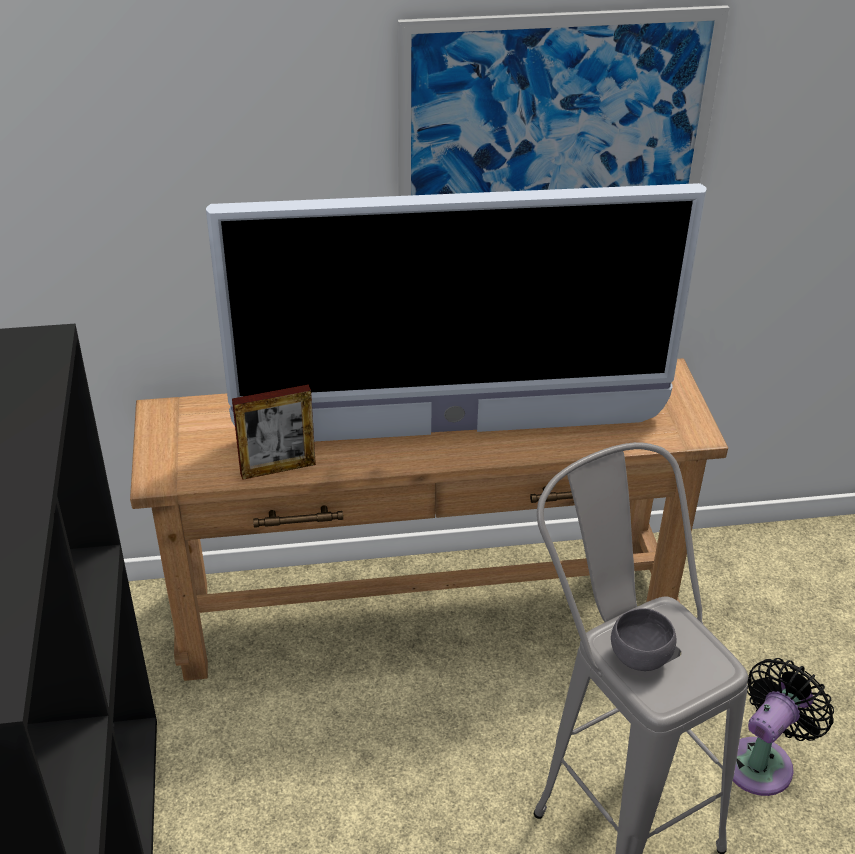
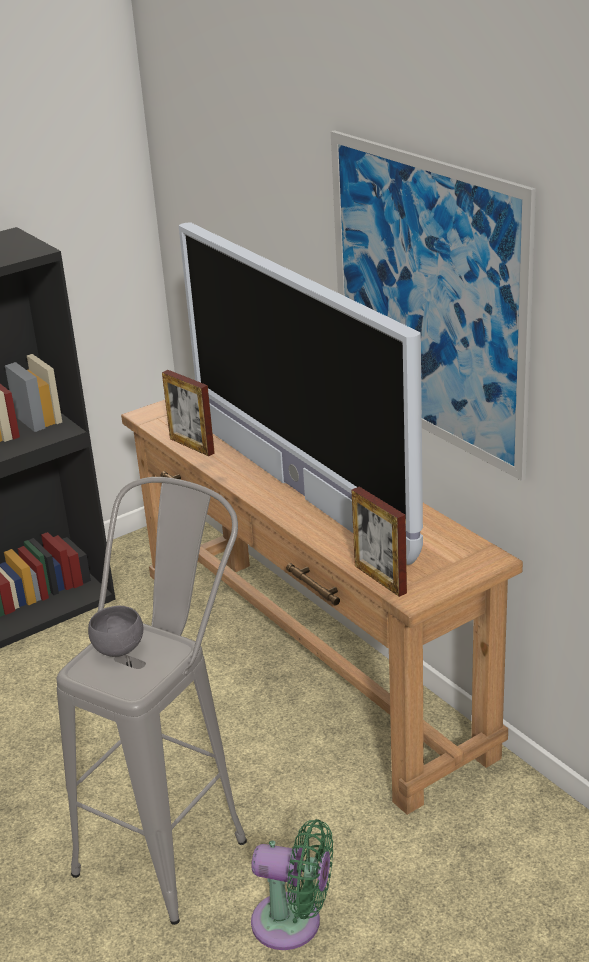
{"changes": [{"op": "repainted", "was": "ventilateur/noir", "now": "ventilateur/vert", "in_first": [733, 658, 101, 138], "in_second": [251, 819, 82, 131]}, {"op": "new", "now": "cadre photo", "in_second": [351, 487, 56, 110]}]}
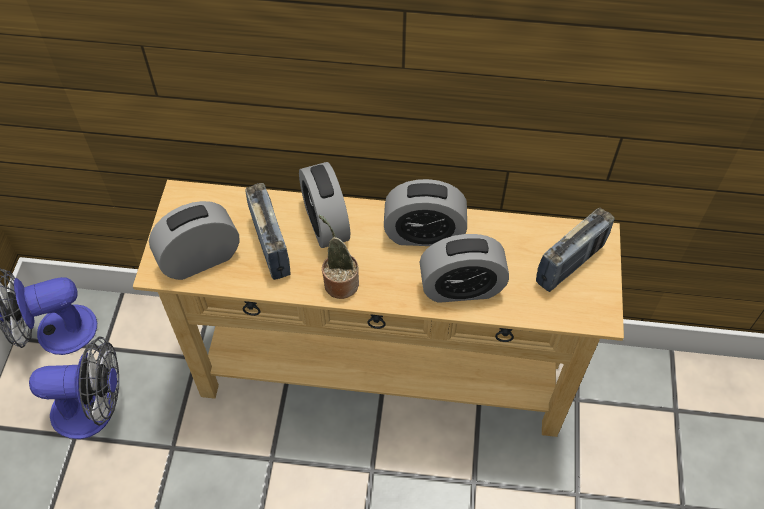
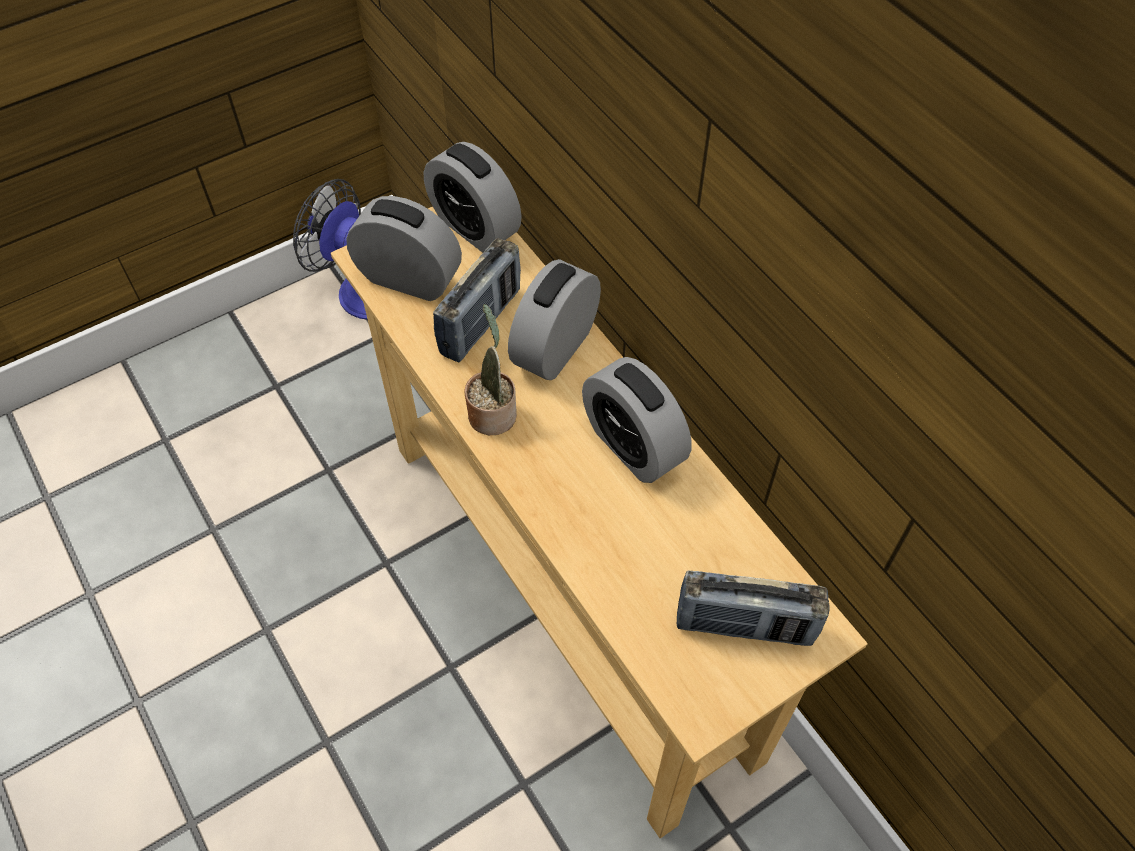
{"changes": [{"op": "gone", "was": "ventilateur", "in_first": [29, 337, 90, 102]}, {"op": "shifted", "was": "réveil", "in_first": [419, 234, 90, 69], "in_second": [424, 142, 98, 111]}]}
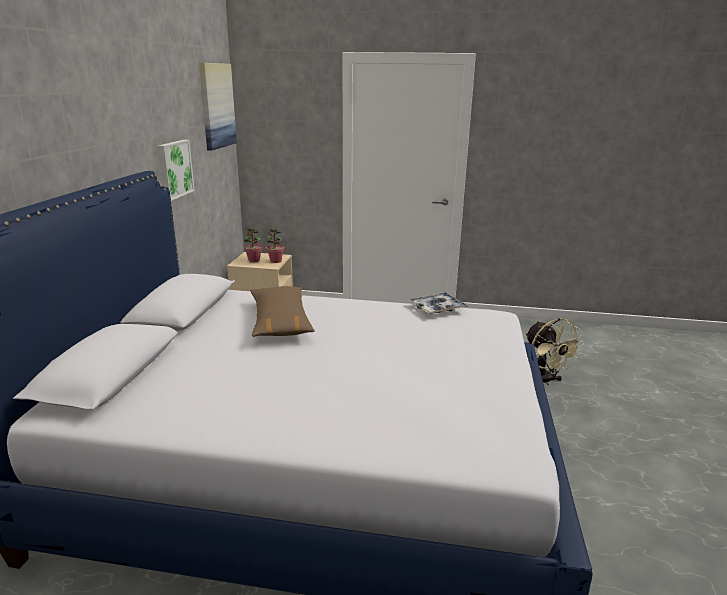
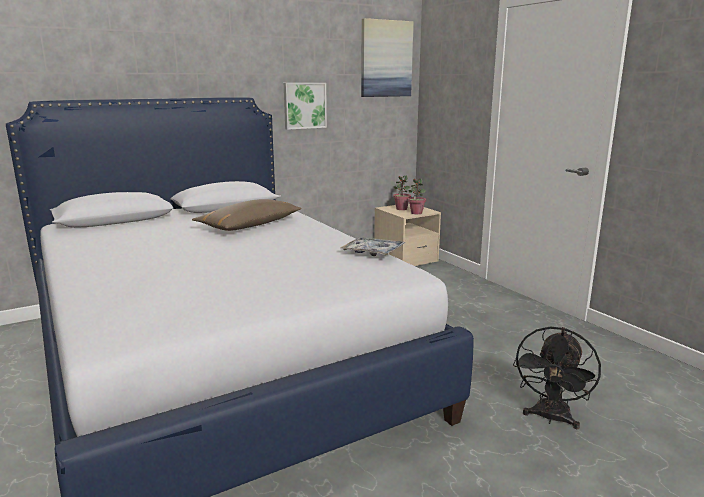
{"changes": [{"op": "repainted", "was": "ventilateur/beige", "now": "ventilateur/noir", "in_first": [525, 318, 59, 67], "in_second": [513, 327, 88, 102]}]}
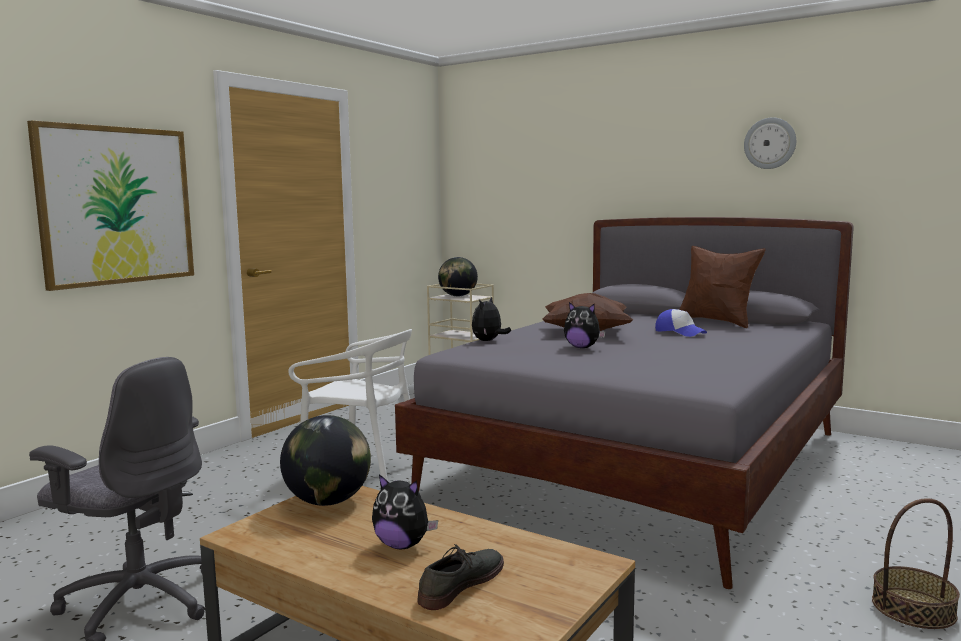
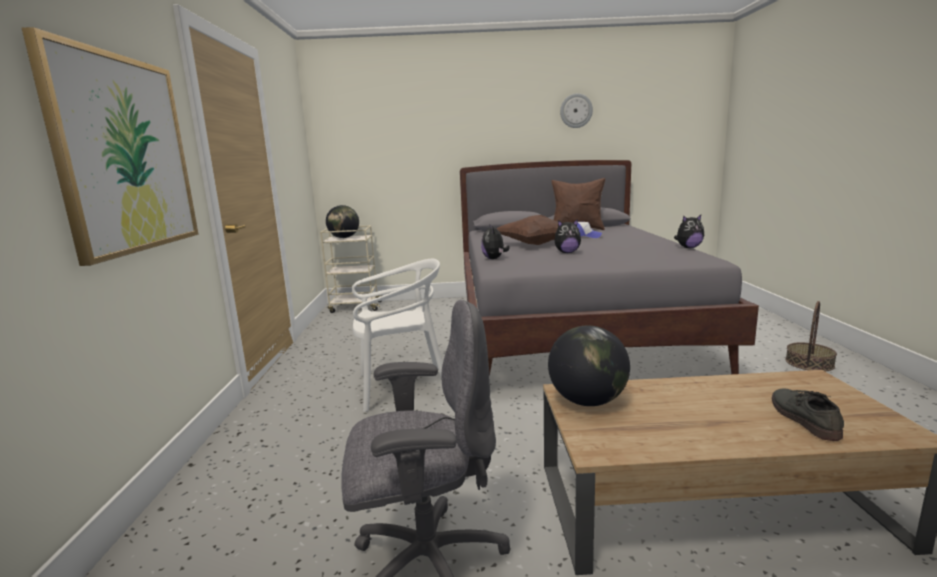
{"changes": [{"op": "shifted", "was": "peluche", "in_first": [372, 474, 66, 75], "in_second": [674, 215, 30, 33]}]}
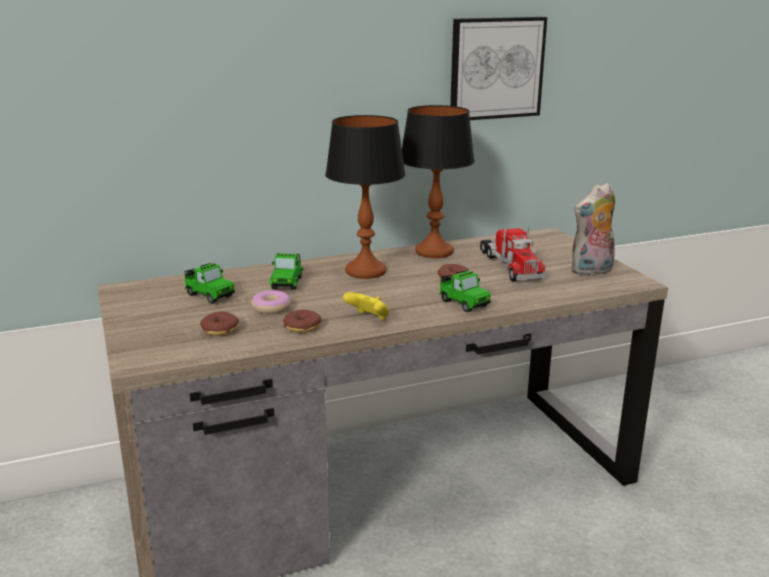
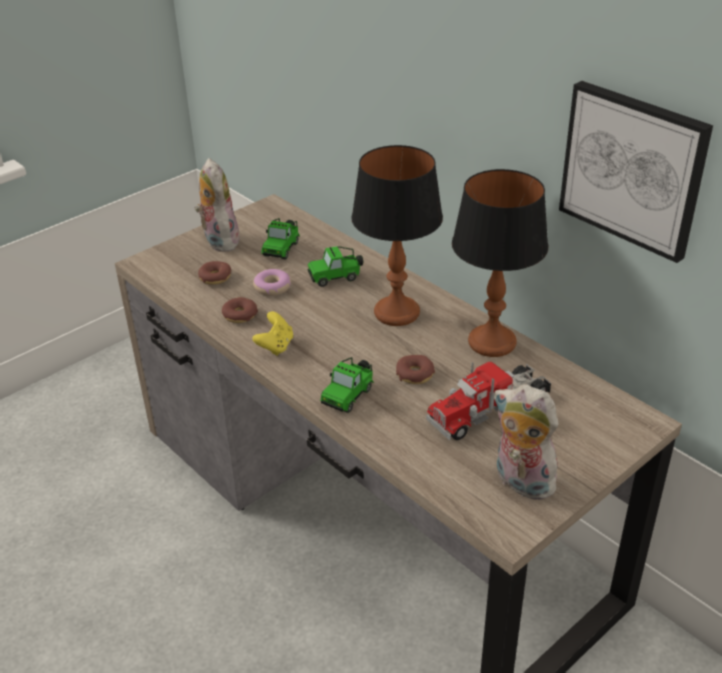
{"changes": [{"op": "new", "now": "peluche", "in_second": [194, 158, 46, 94]}]}
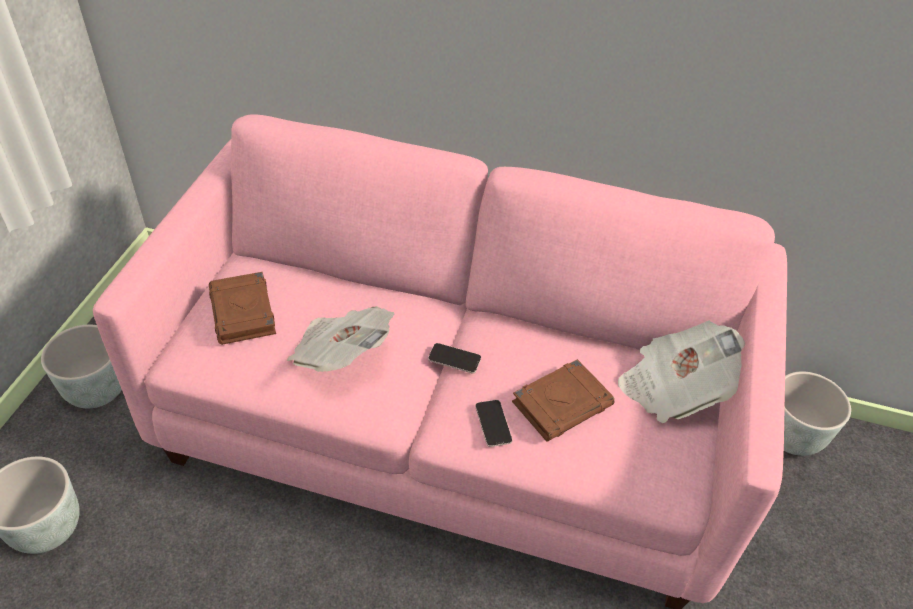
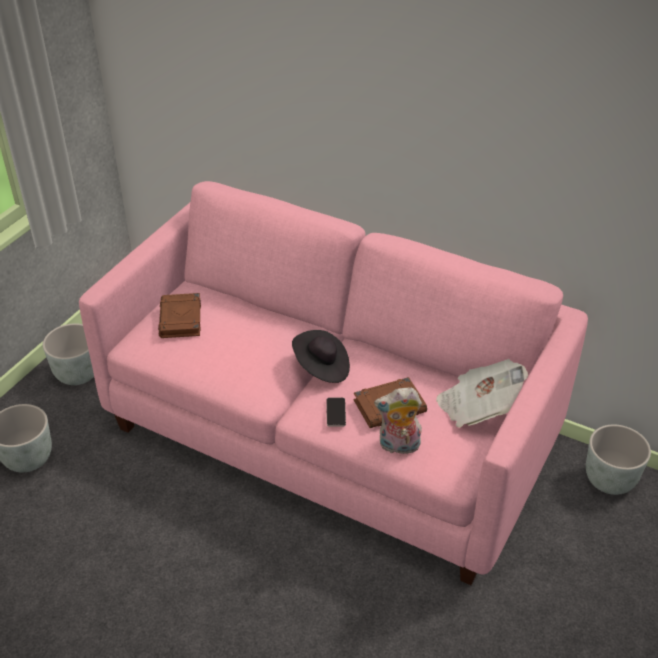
{"changes": [{"op": "gone", "was": "journal", "in_first": [287, 306, 108, 66]}, {"op": "swapped", "was": "téléphone", "now": "chapeau/noir", "in_first": [428, 343, 53, 30], "in_second": [292, 330, 58, 53]}, {"op": "new", "now": "peluche", "in_second": [374, 388, 48, 66]}]}
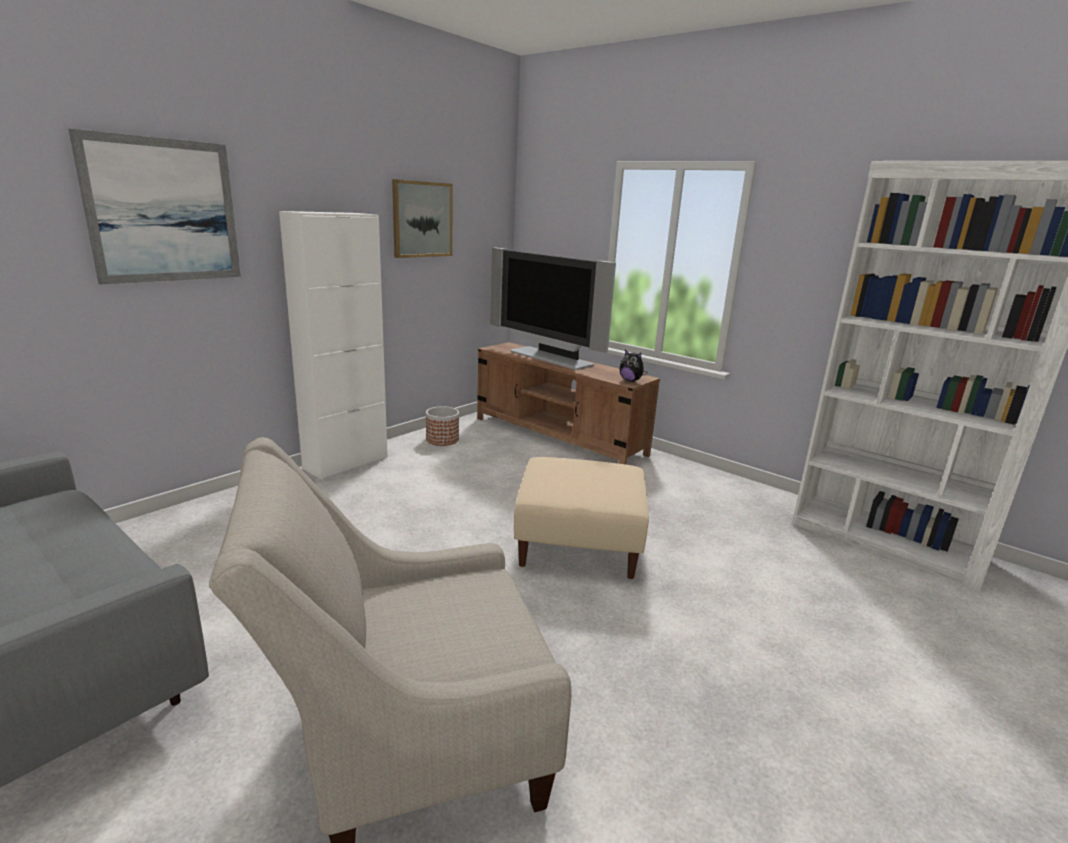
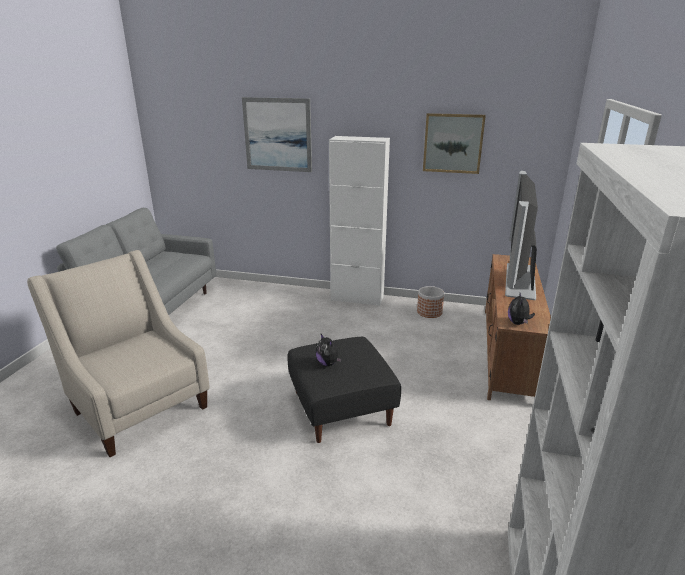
{"changes": [{"op": "repainted", "was": "pouf/beige", "now": "pouf/noir", "in_first": [514, 457, 135, 122], "in_second": [288, 337, 113, 106]}, {"op": "new", "now": "peluche", "in_second": [316, 334, 26, 32]}]}
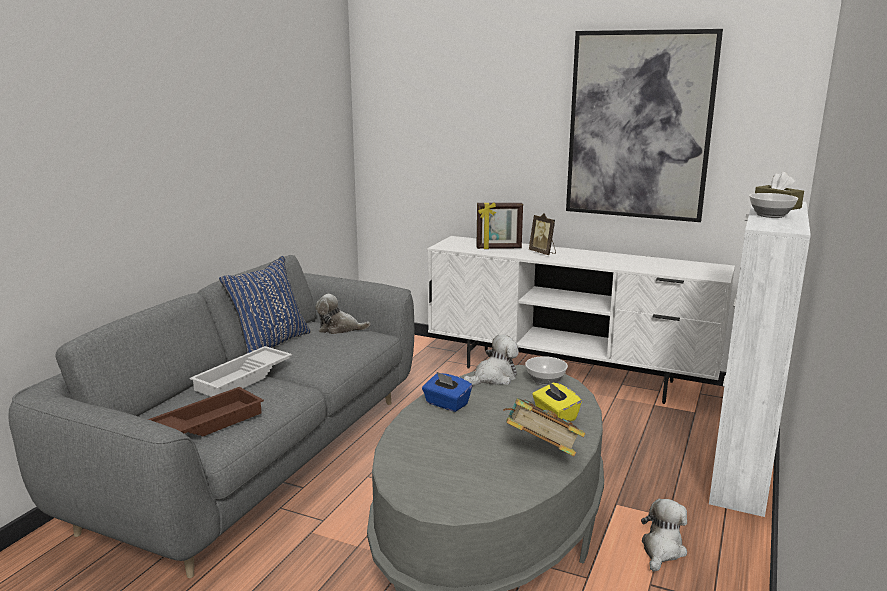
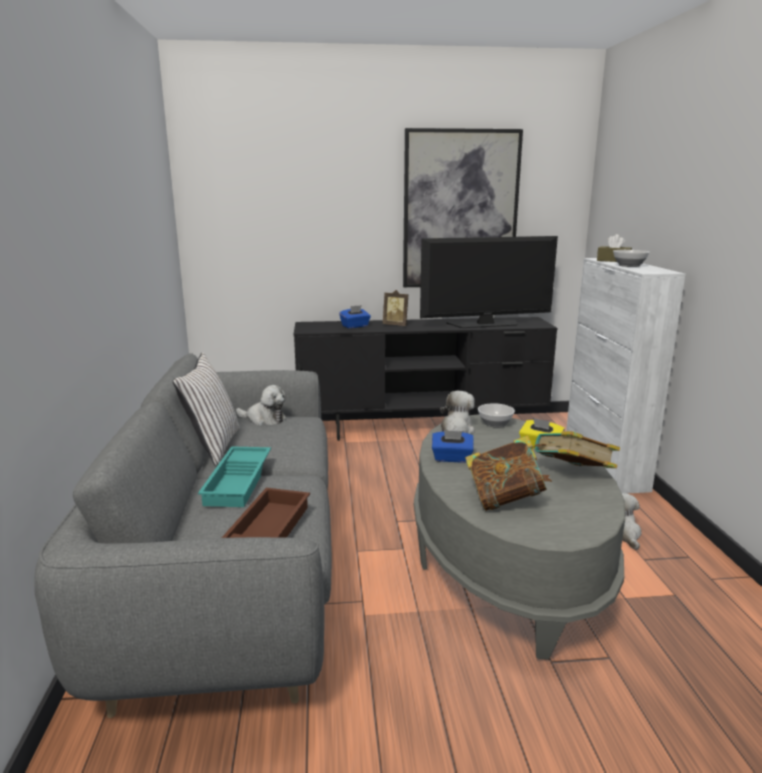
{"changes": [{"op": "repainted", "was": "plateau/blanc", "now": "plateau/turquoise", "in_first": [190, 346, 102, 51], "in_second": [198, 446, 73, 61]}, {"op": "repainted", "was": "coussin/bleu", "now": "coussin/blanc", "in_first": [219, 256, 92, 98], "in_second": [173, 352, 67, 114]}, {"op": "rotated", "was": "peluche", "in_first": [315, 294, 56, 40], "in_second": [236, 385, 50, 41], "clockwise": -135}, {"op": "repainted", "was": "meuble télé/blanc", "now": "meuble télé/noir", "in_first": [427, 236, 308, 168], "in_second": [294, 317, 264, 124]}, {"op": "swapped", "was": "cadre photo", "now": "boîte à mouchoirs/bleu", "in_first": [477, 203, 46, 46], "in_second": [339, 305, 32, 23]}, {"op": "new", "now": "téléviseur", "in_second": [420, 236, 138, 92]}, {"op": "new", "now": "livre", "in_second": [465, 435, 87, 76]}]}
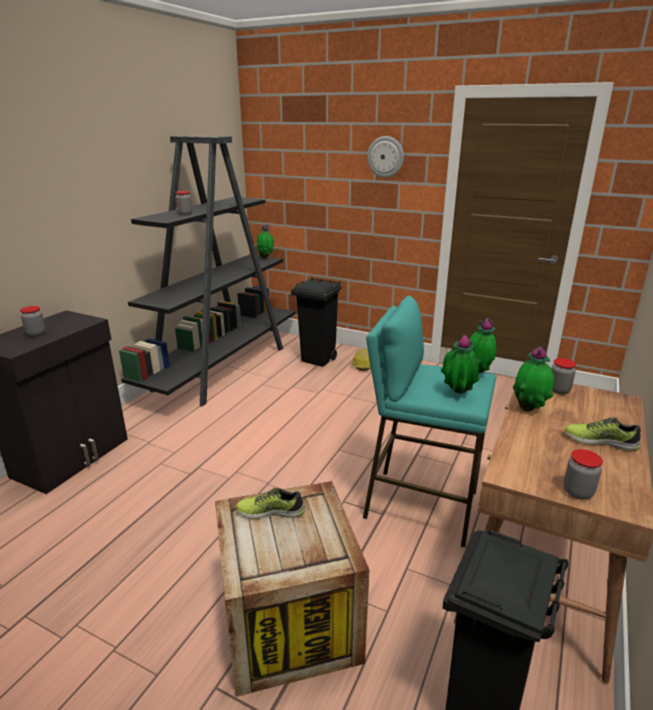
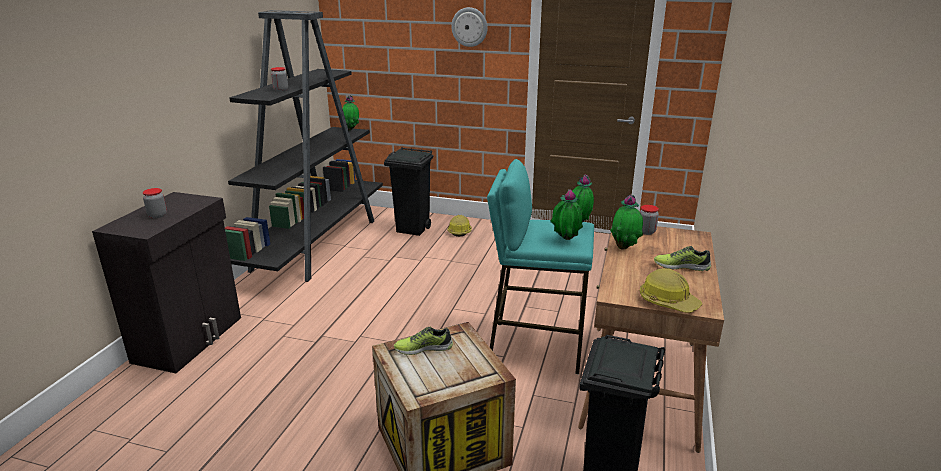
{"changes": [{"op": "swapped", "was": "bocal", "now": "casque de chantier", "in_first": [563, 449, 40, 51], "in_second": [640, 268, 63, 45]}]}
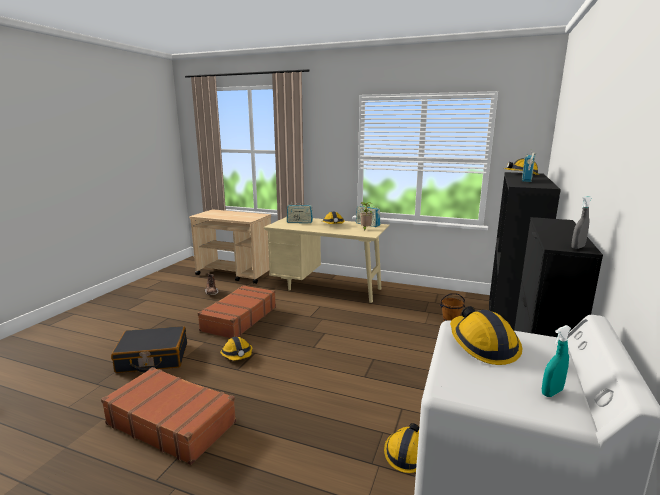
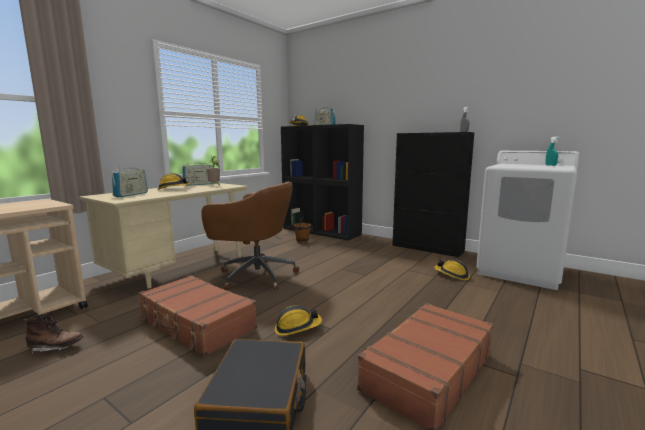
{"changes": [{"op": "gone", "was": "casque de chantier", "in_first": [450, 306, 72, 59]}, {"op": "new", "now": "chaise de bureau/marron", "in_second": [201, 182, 98, 108]}]}
